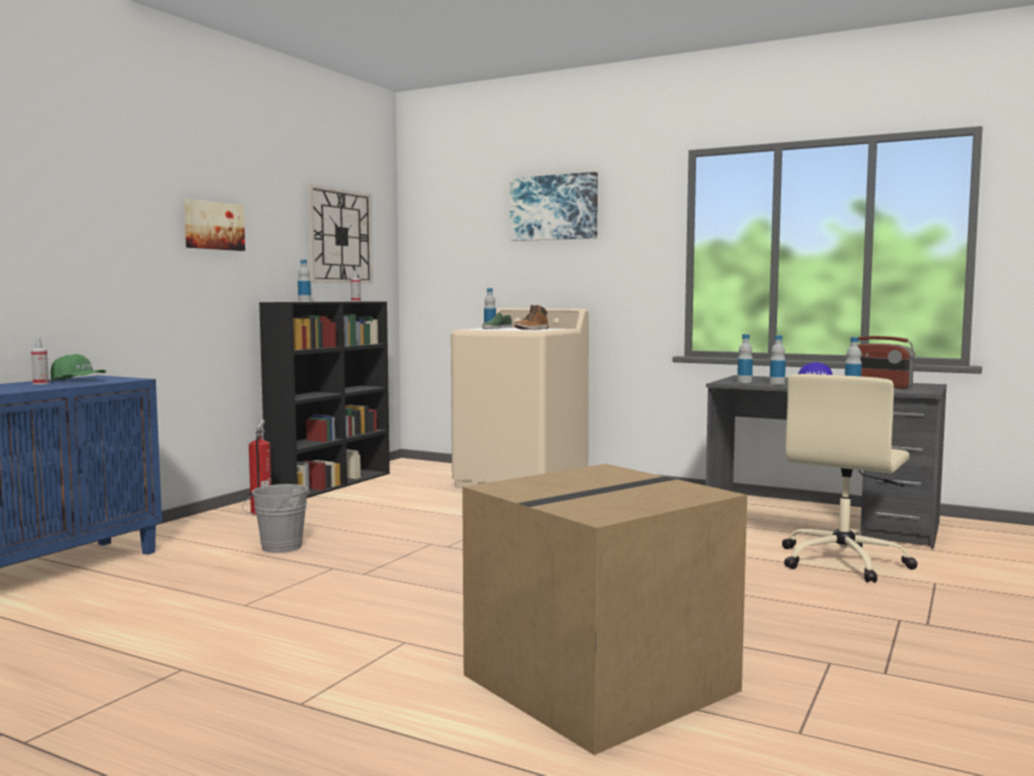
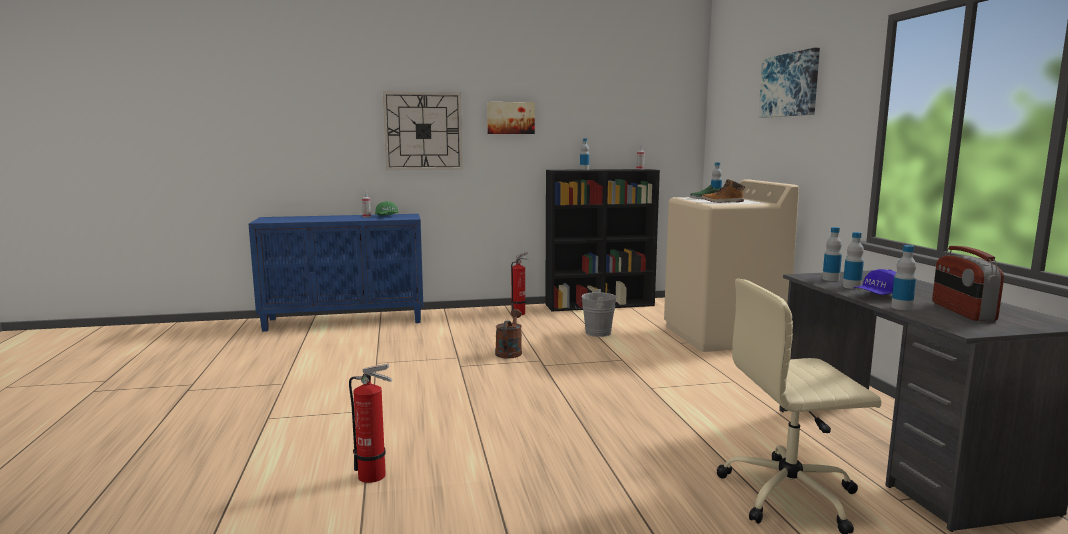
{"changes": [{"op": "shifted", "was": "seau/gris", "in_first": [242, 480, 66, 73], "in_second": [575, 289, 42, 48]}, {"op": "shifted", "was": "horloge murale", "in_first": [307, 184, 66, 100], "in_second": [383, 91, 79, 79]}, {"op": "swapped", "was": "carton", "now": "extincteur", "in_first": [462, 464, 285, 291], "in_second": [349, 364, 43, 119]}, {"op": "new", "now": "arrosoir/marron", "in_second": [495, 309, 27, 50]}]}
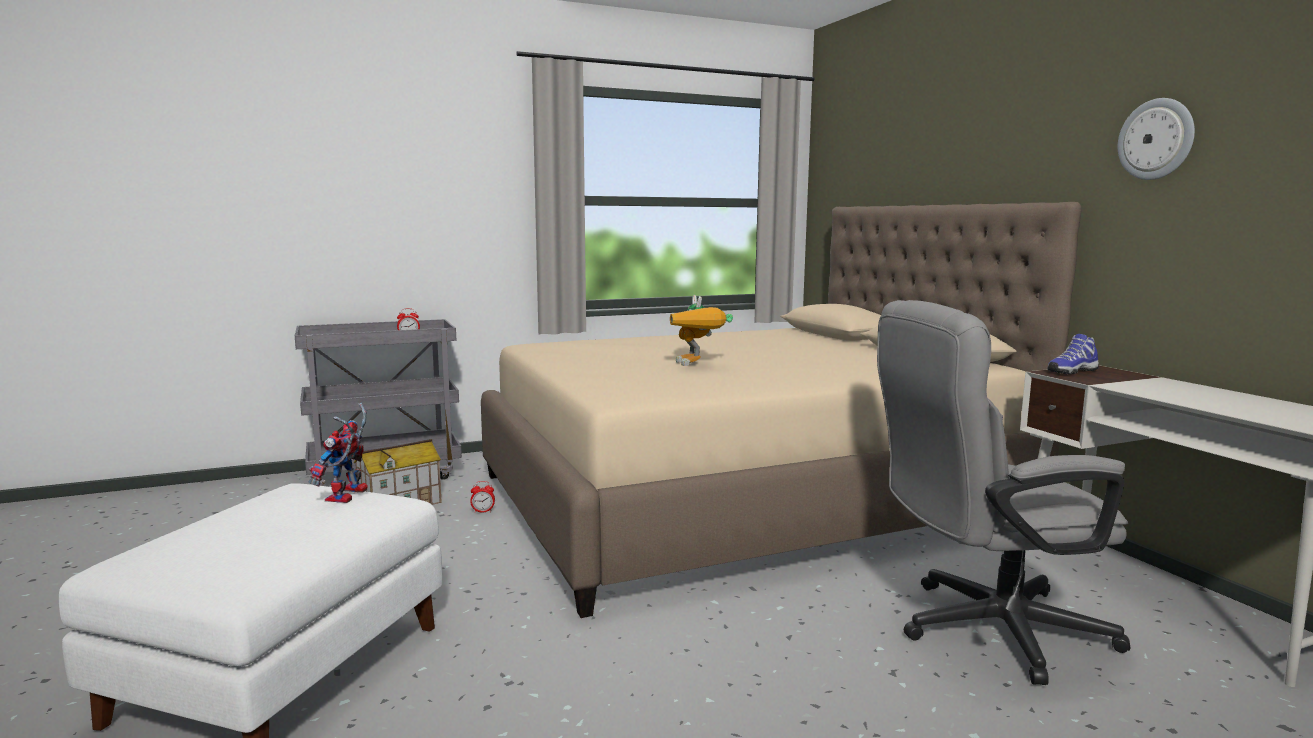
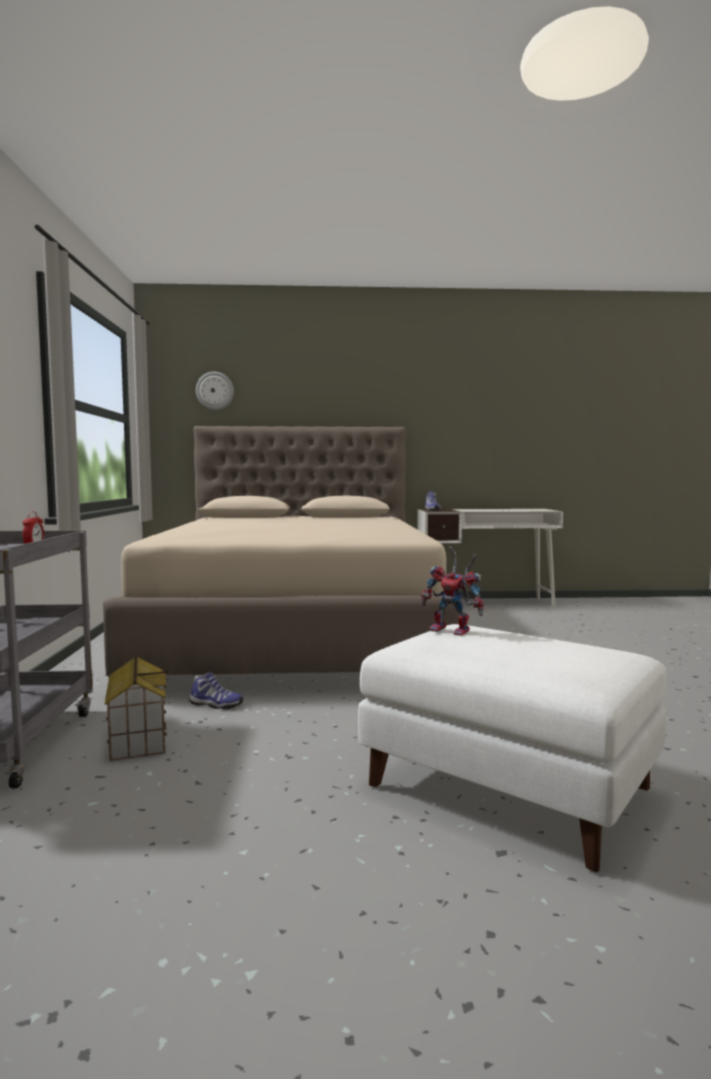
{"changes": [{"op": "swapped", "was": "réveil", "now": "chaussure", "in_first": [470, 481, 25, 32], "in_second": [189, 672, 54, 38]}, {"op": "gone", "was": "robot jouet", "in_first": [670, 295, 63, 71]}, {"op": "gone", "was": "chaise de bureau/gris", "in_first": [877, 300, 253, 385]}, {"op": "shifted", "was": "horloge murale", "in_first": [1118, 98, 77, 82], "in_second": [196, 372, 38, 38]}]}
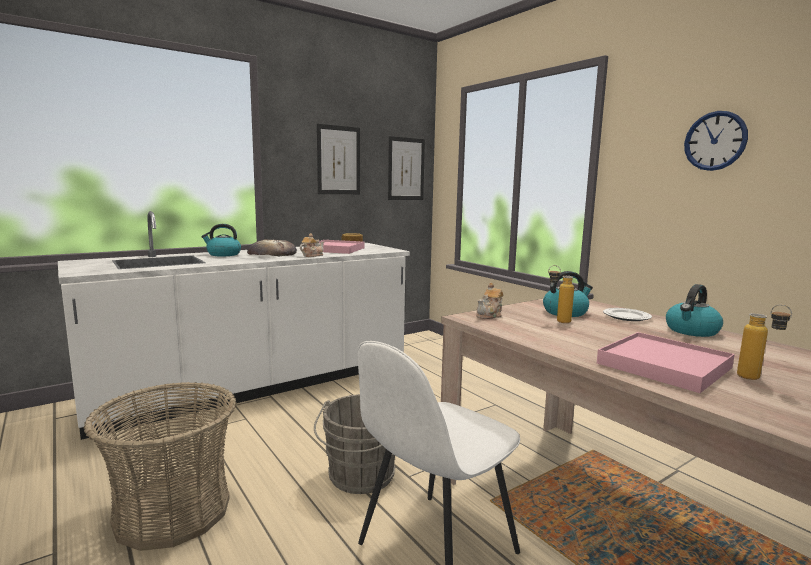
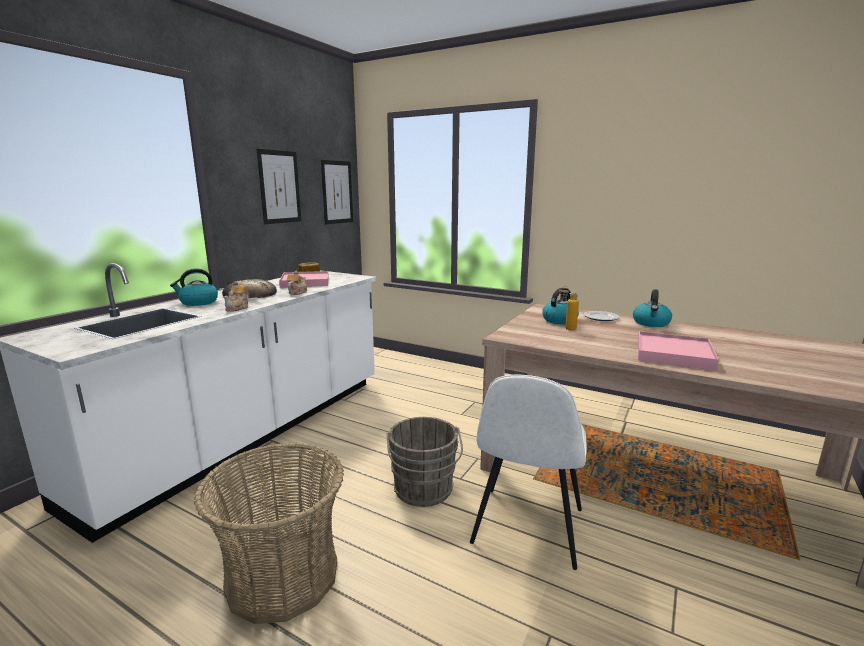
{"changes": [{"op": "shifted", "was": "théière", "in_first": [476, 283, 27, 36], "in_second": [223, 281, 26, 31]}, {"op": "gone", "was": "horloge murale", "in_first": [684, 111, 64, 60]}, {"op": "gone", "was": "bouteille", "in_first": [737, 304, 55, 76]}]}
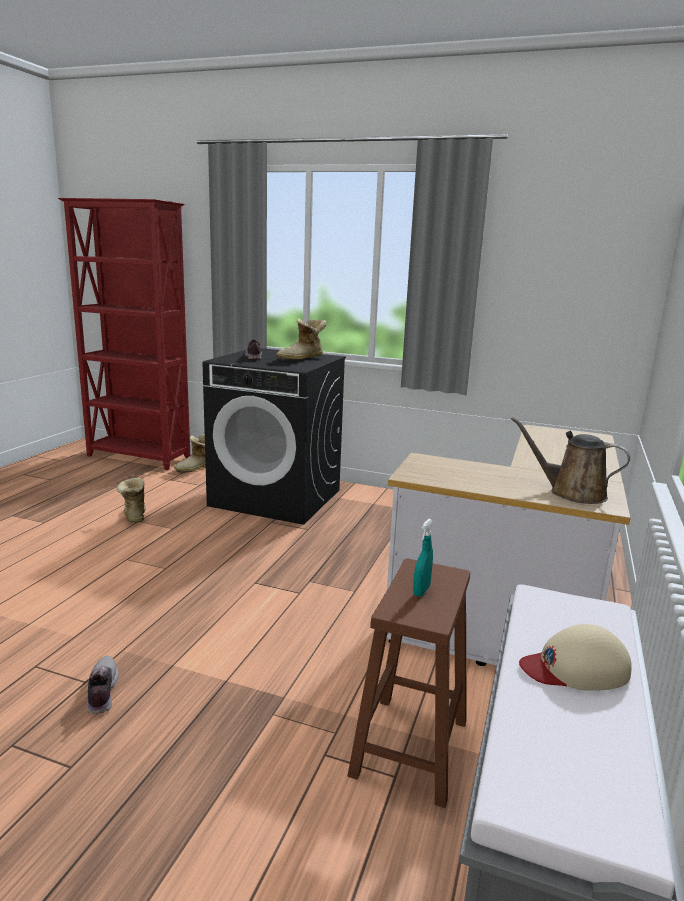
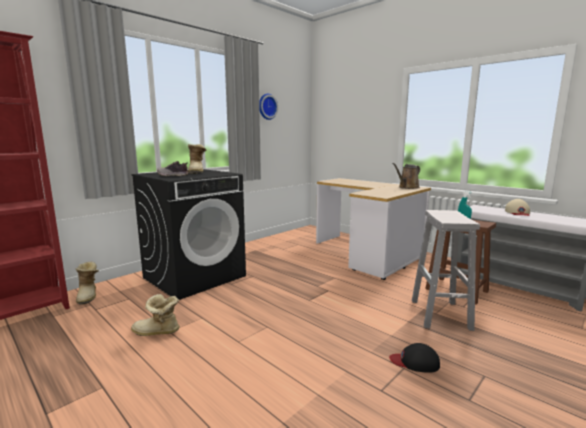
{"changes": [{"op": "swapped", "was": "chaussure", "now": "casquette/noir", "in_first": [88, 656, 31, 58], "in_second": [389, 343, 51, 30]}, {"op": "new", "now": "horloge murale", "in_second": [259, 94, 19, 26]}, {"op": "new", "now": "tabouret/blanc", "in_second": [412, 210, 68, 121]}]}
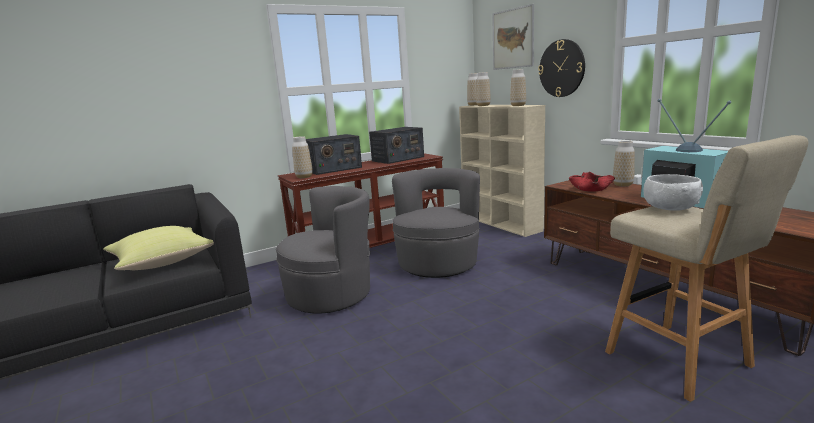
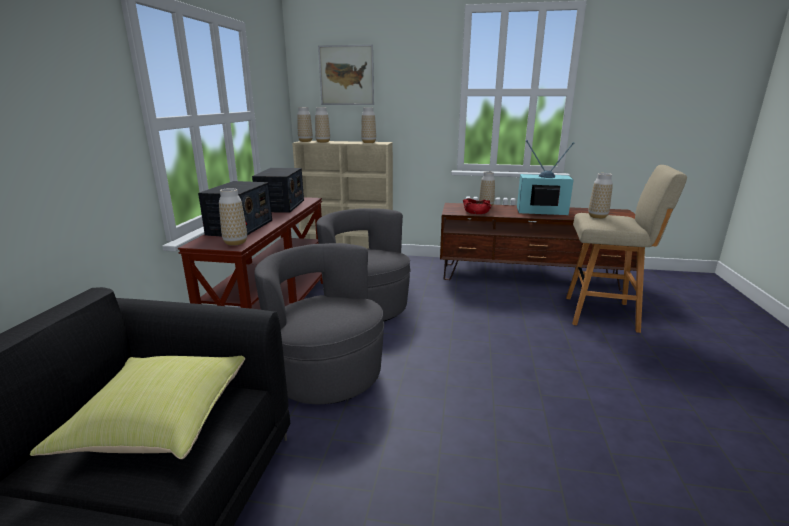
{"changes": [{"op": "rotated", "was": "fauteuil/gris", "in_first": [276, 186, 94, 128], "in_second": [254, 243, 130, 161], "clockwise": -60}, {"op": "gone", "was": "horloge murale", "in_first": [538, 39, 47, 58]}, {"op": "swapped", "was": "bol/blanc", "now": "vase", "in_first": [643, 174, 60, 37], "in_second": [588, 173, 25, 46]}]}
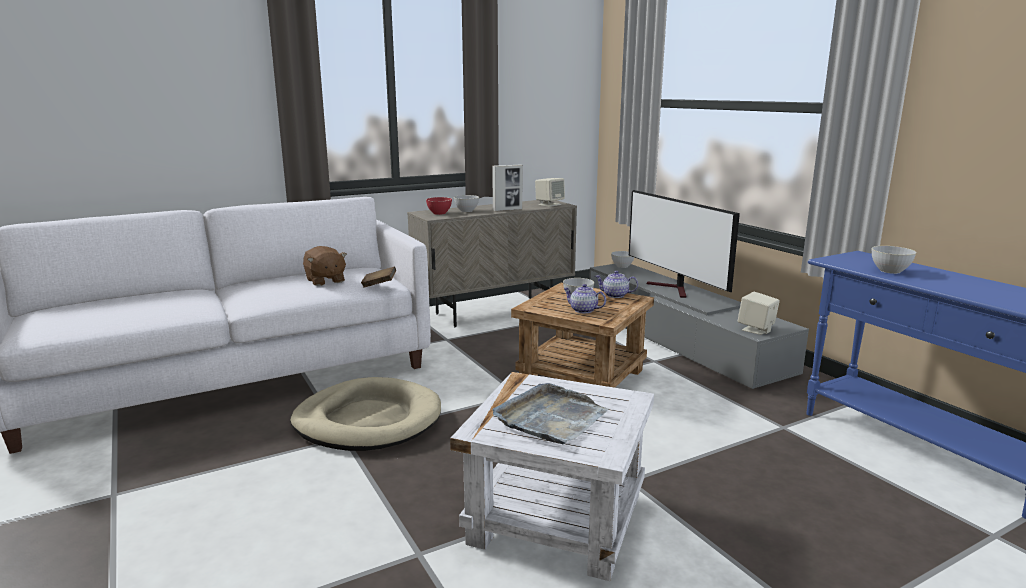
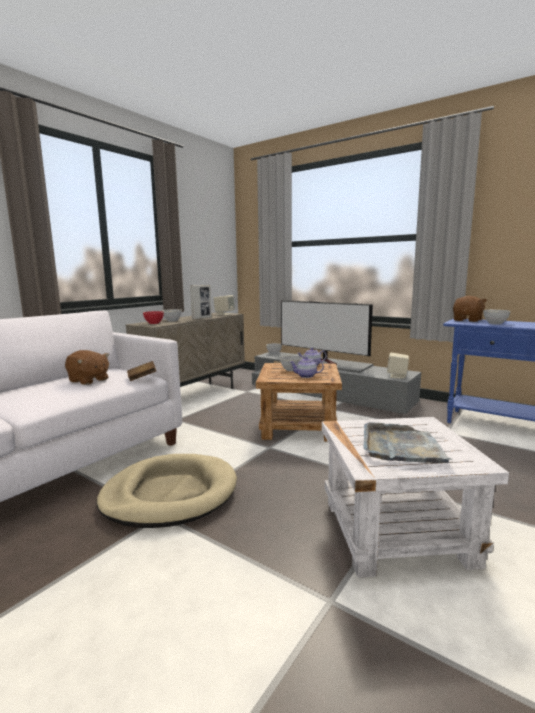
{"changes": [{"op": "new", "now": "peluche/marron", "in_second": [453, 296, 34, 26]}]}
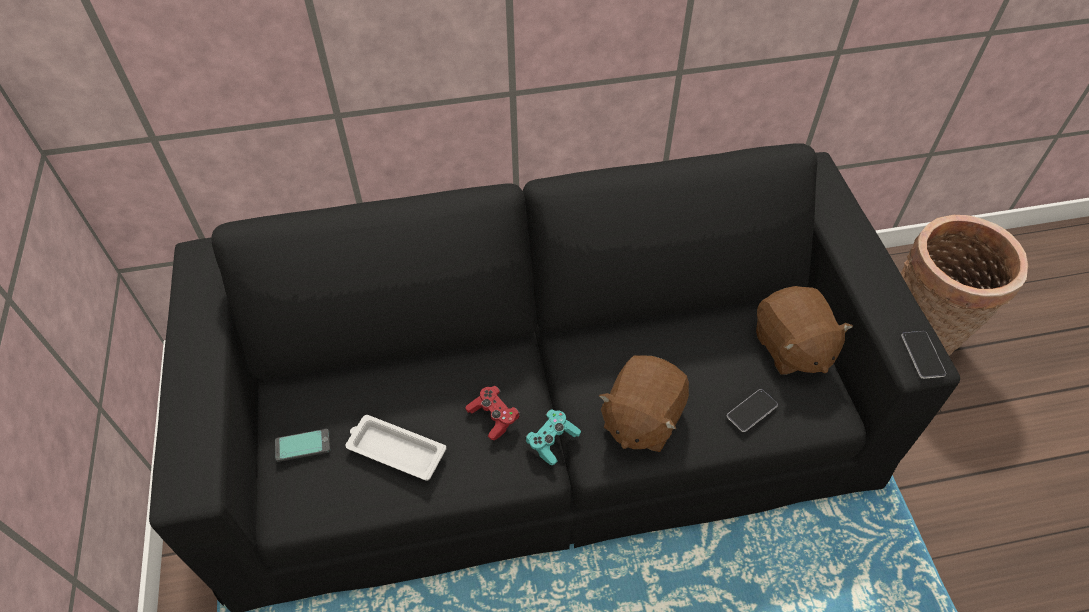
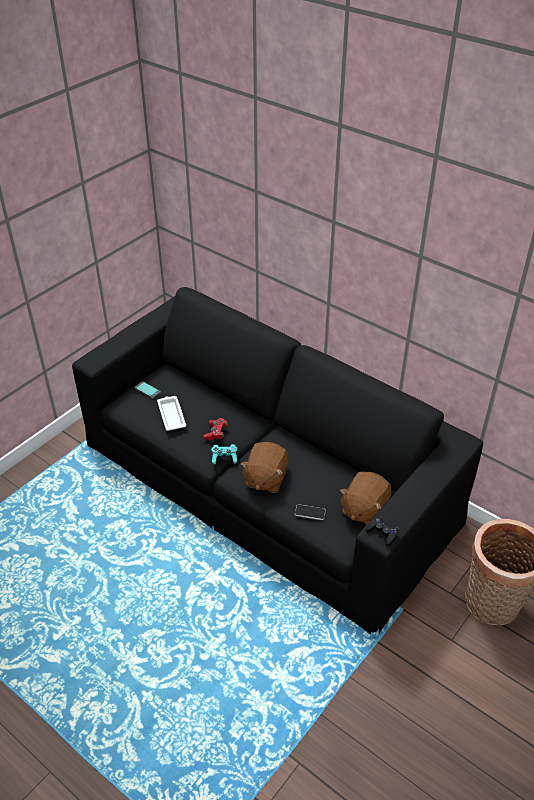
{"changes": [{"op": "rotated", "was": "peluche/marron", "in_first": [599, 355, 90, 97], "in_second": [240, 442, 49, 51], "clockwise": -60}, {"op": "swapped", "was": "téléphone", "now": "manette/noir", "in_first": [901, 331, 45, 48], "in_second": [366, 516, 33, 30]}]}
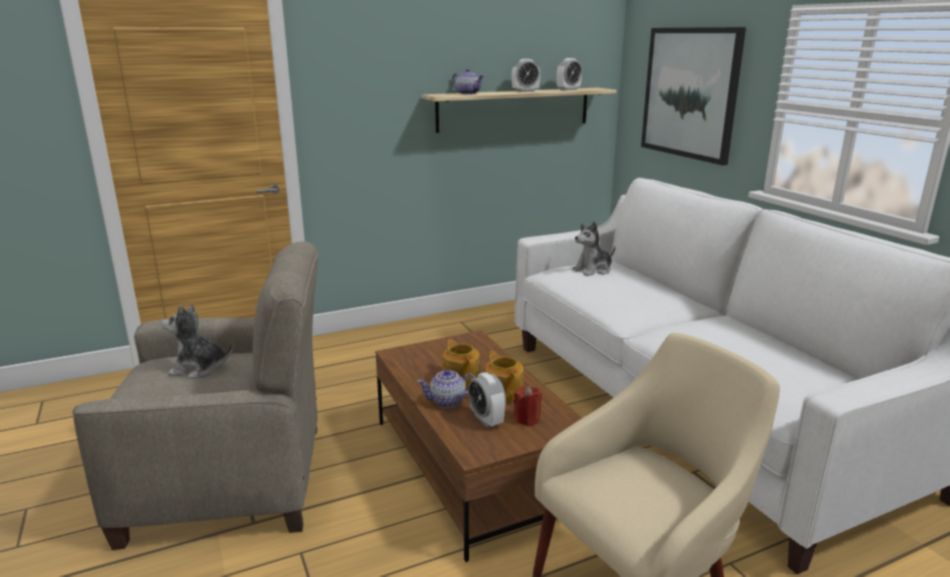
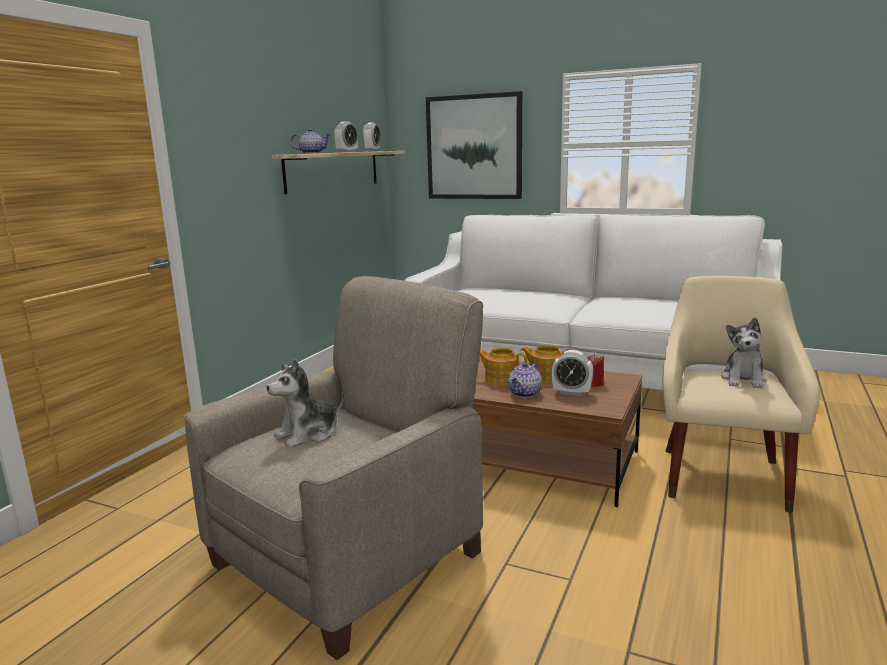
{"changes": [{"op": "shifted", "was": "peluche", "in_first": [572, 221, 43, 55], "in_second": [721, 317, 46, 72]}]}
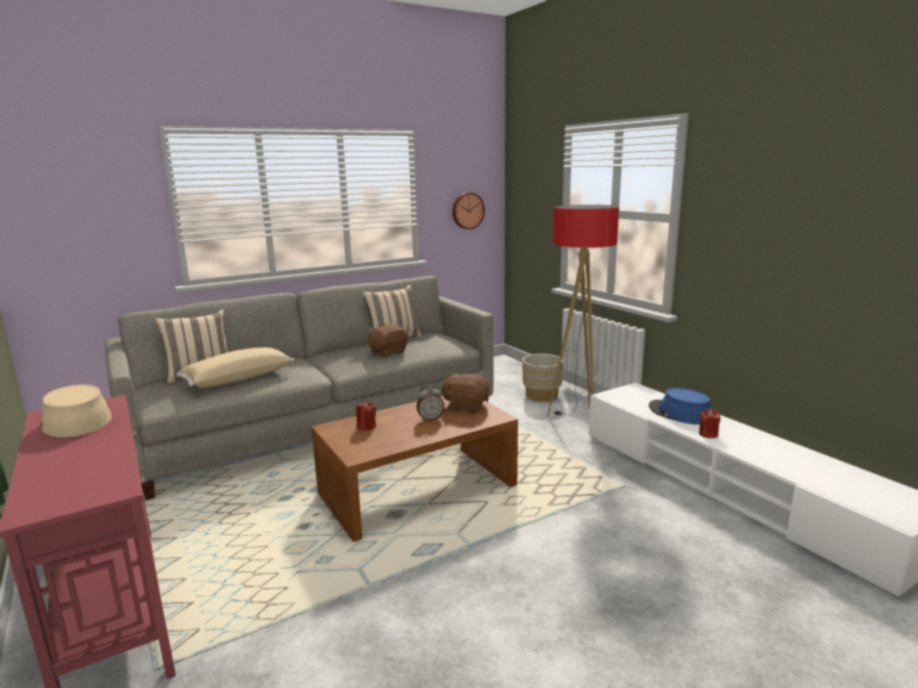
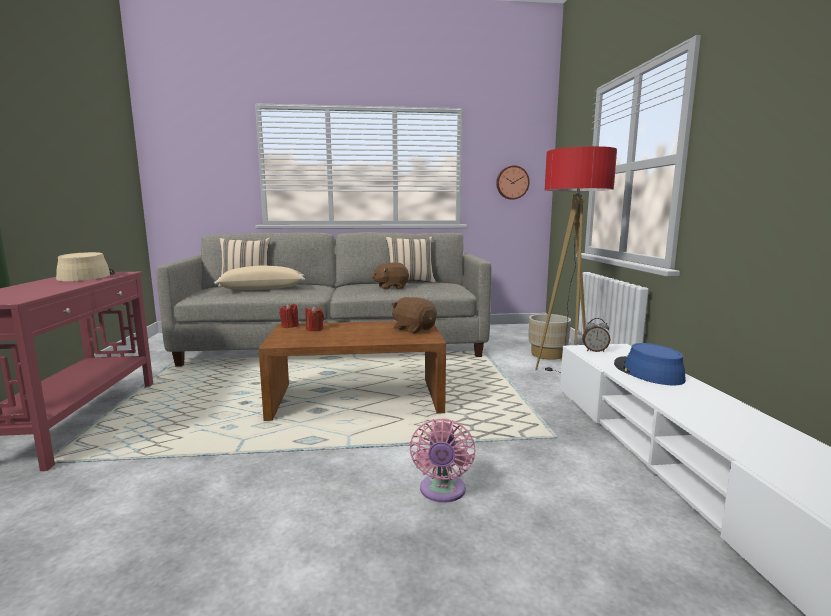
{"changes": [{"op": "shifted", "was": "réveil", "in_first": [416, 385, 28, 36], "in_second": [582, 318, 28, 34]}, {"op": "shifted", "was": "bougie/rouge", "in_first": [699, 409, 21, 29], "in_second": [279, 303, 20, 25]}, {"op": "new", "now": "ventilateur/rose", "in_second": [409, 418, 67, 85]}]}
